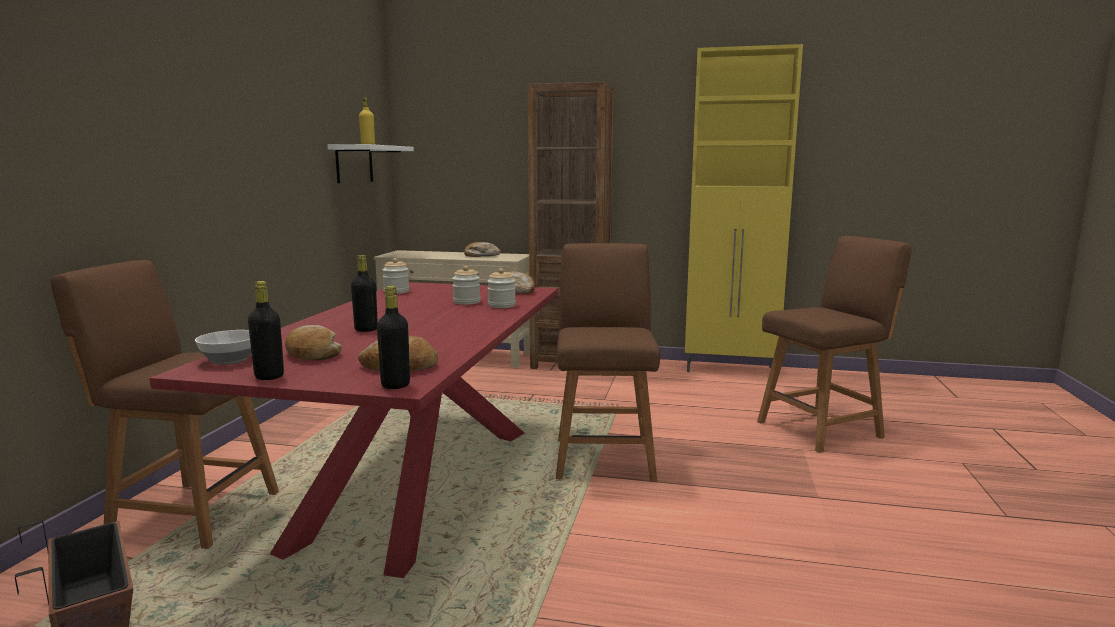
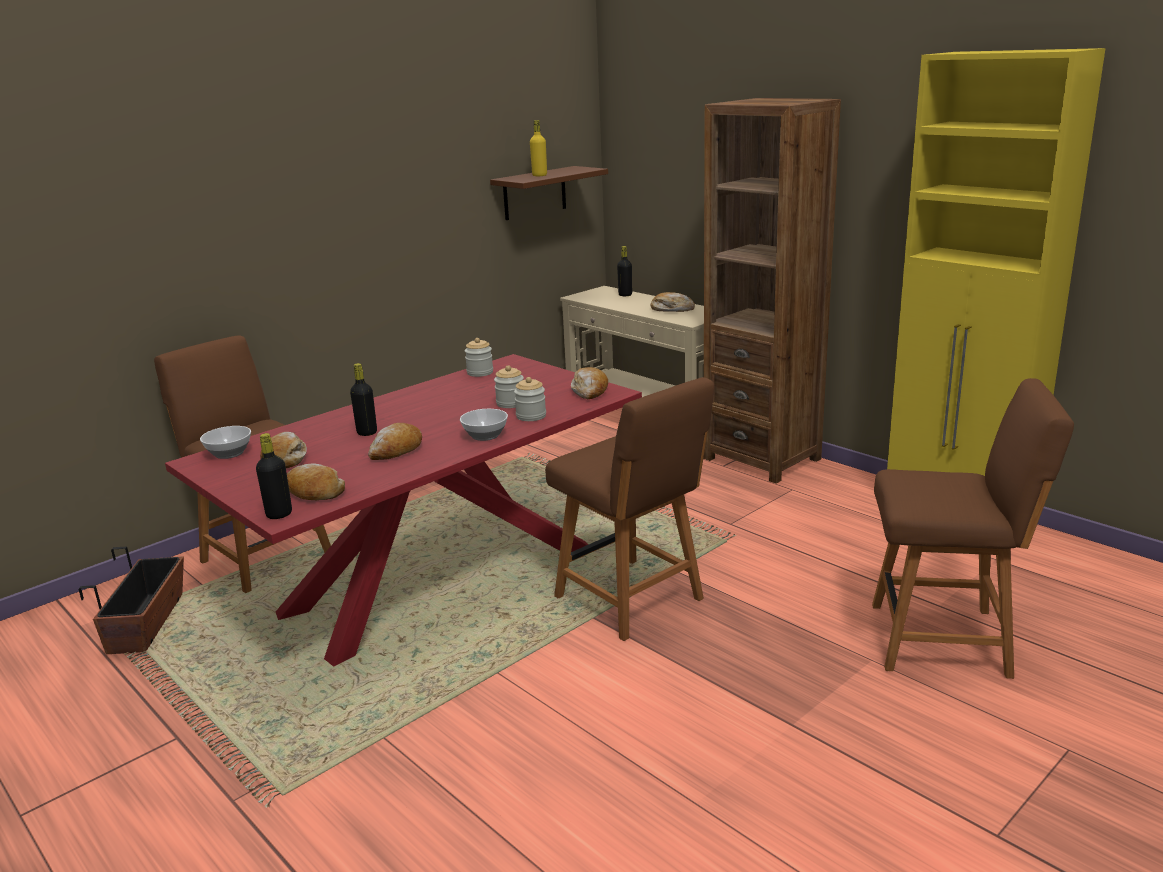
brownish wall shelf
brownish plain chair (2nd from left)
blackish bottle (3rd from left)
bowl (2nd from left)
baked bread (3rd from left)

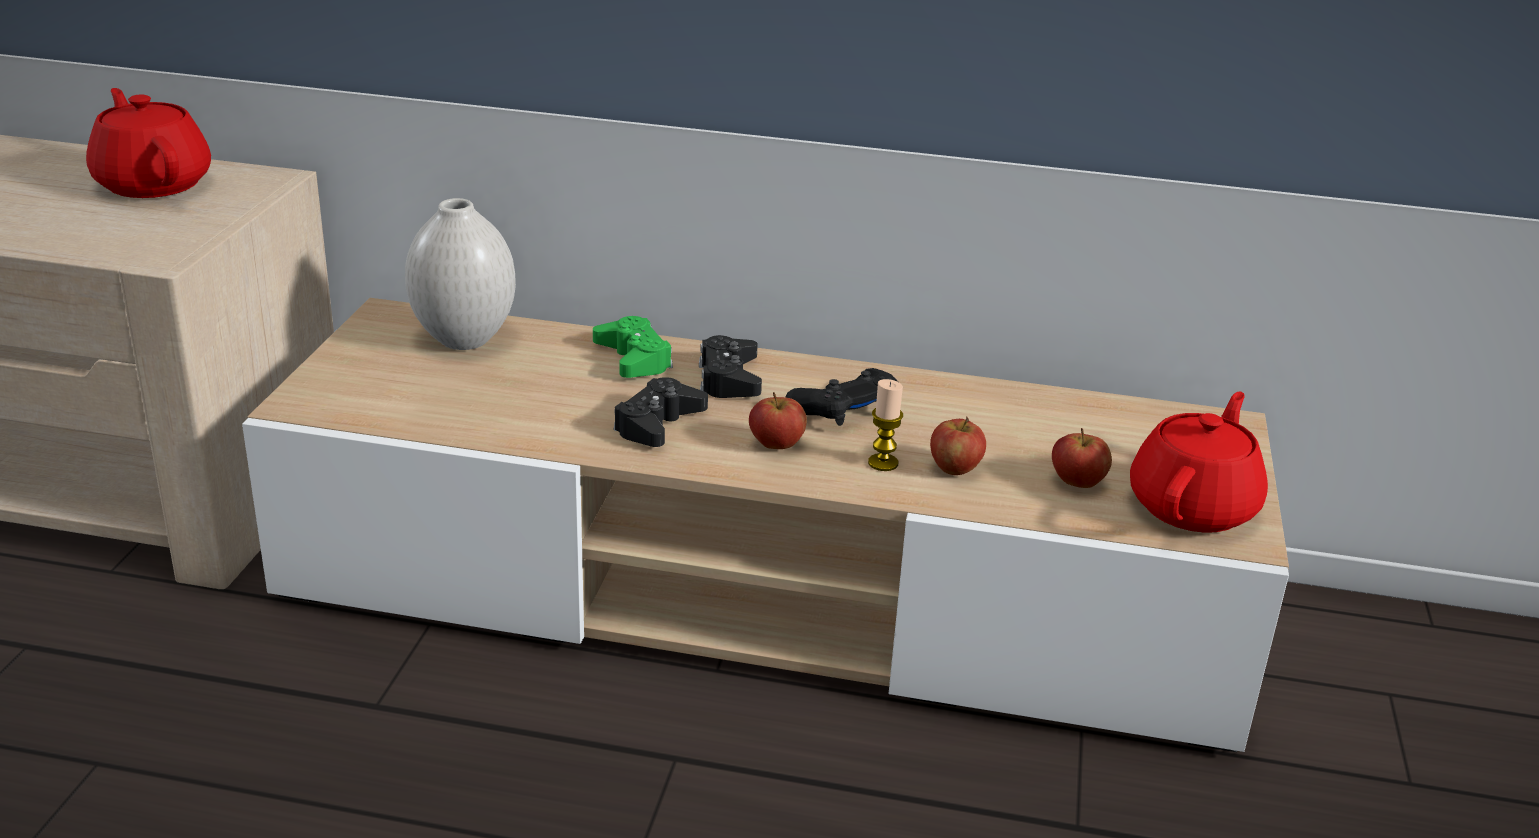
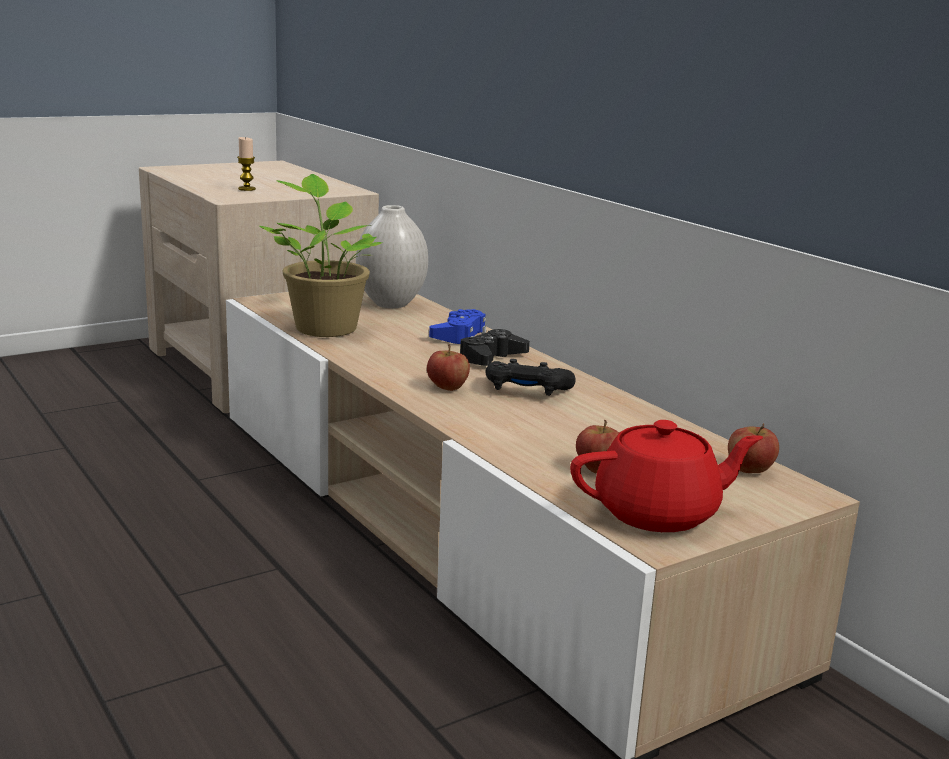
red tea pot (1st from left in the first image)
blue-coloured gamepad
blackish gamepad (1st from left in the first image)
wax light
whole apple (3rd from left)
plant in a pot

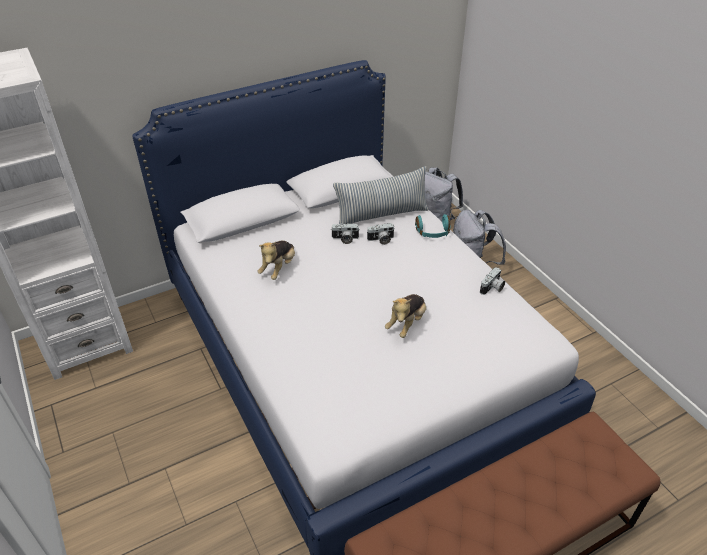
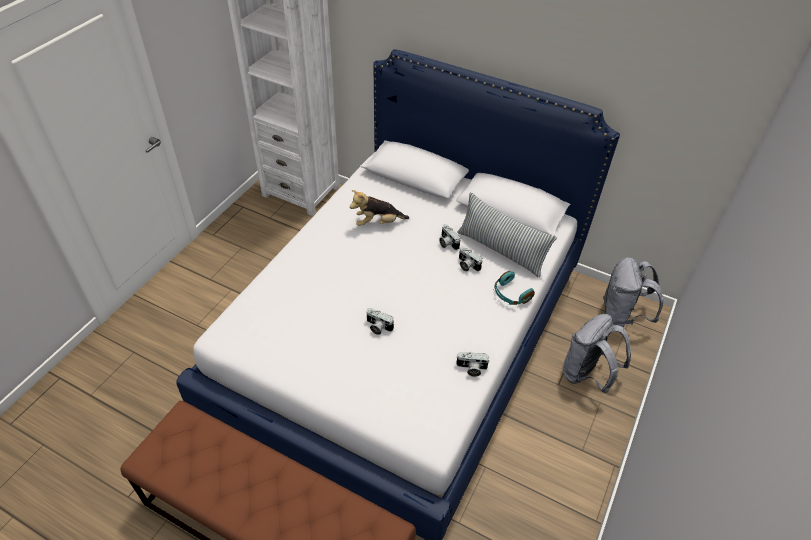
still camera (1st from left)

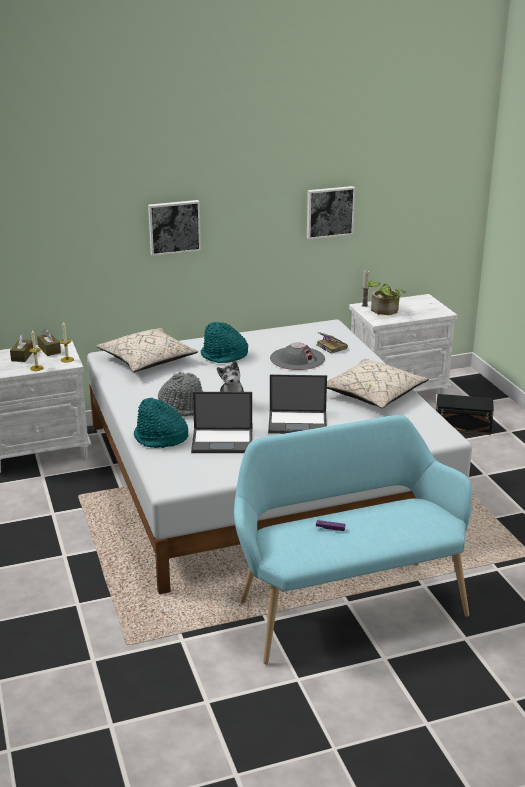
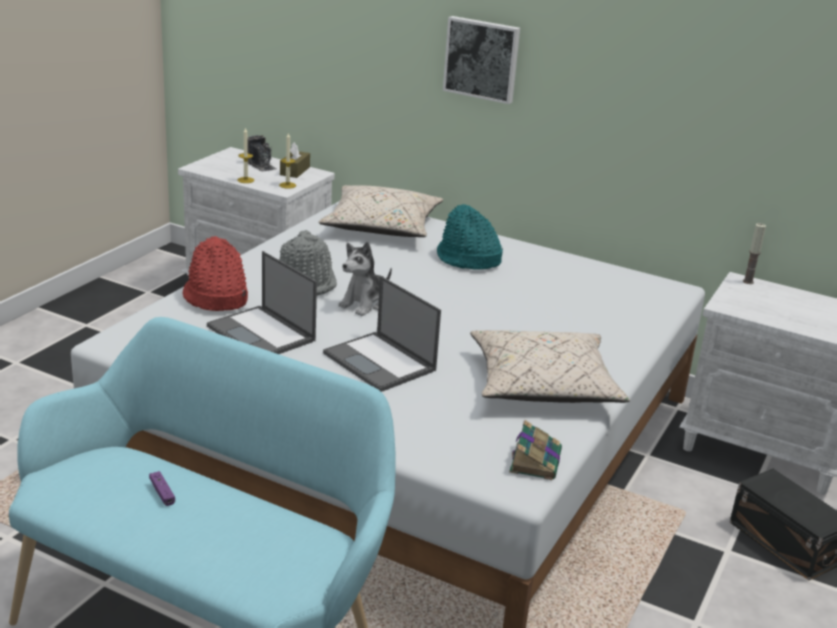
wall art (2nd from left in the first image)
plant in a pot
volume
still camera
gray wearable hat (2nd from left in the first image)
red wearable hat

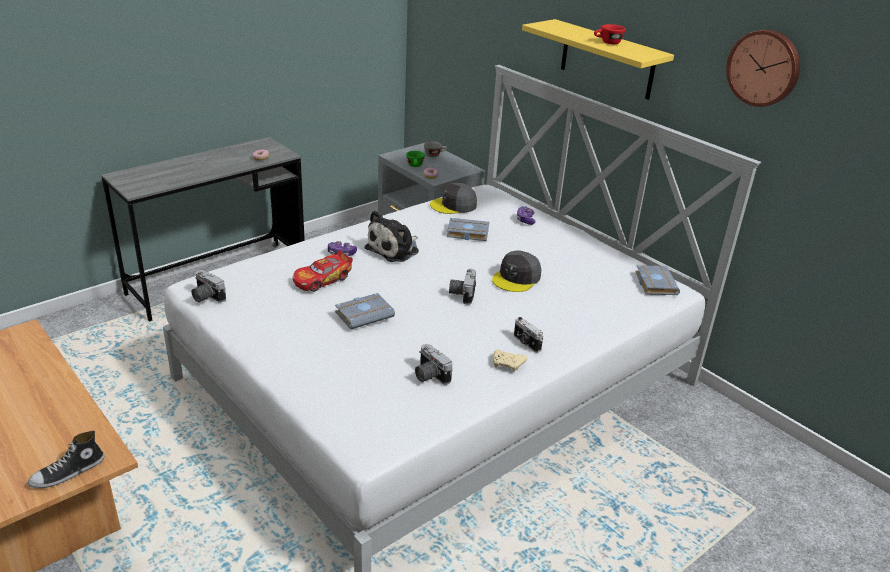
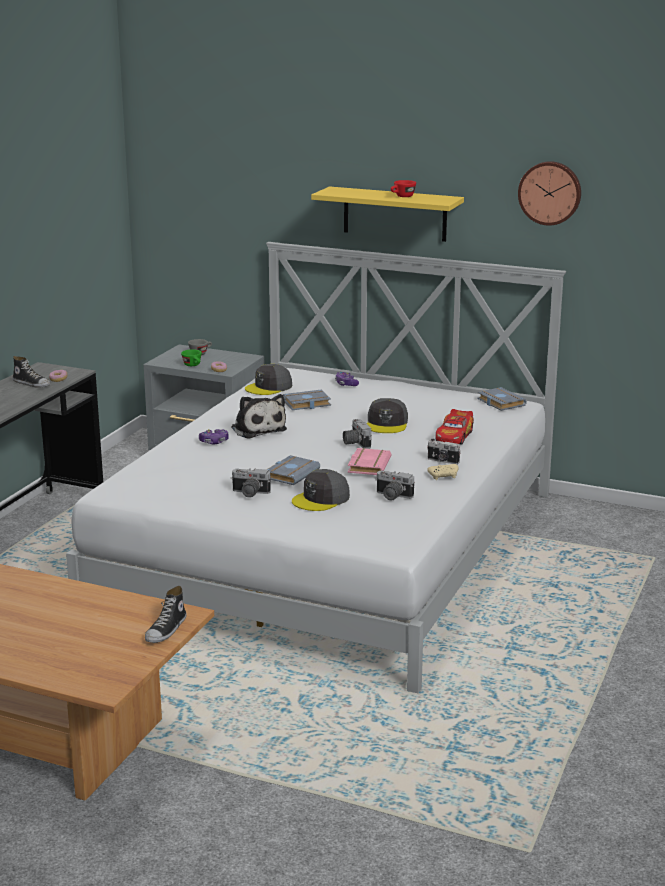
cuddly toy
miniature car
still camera (1st from left)
low shoe (1st from left)
pinkish volume
gray peaked cap (2nd from left)

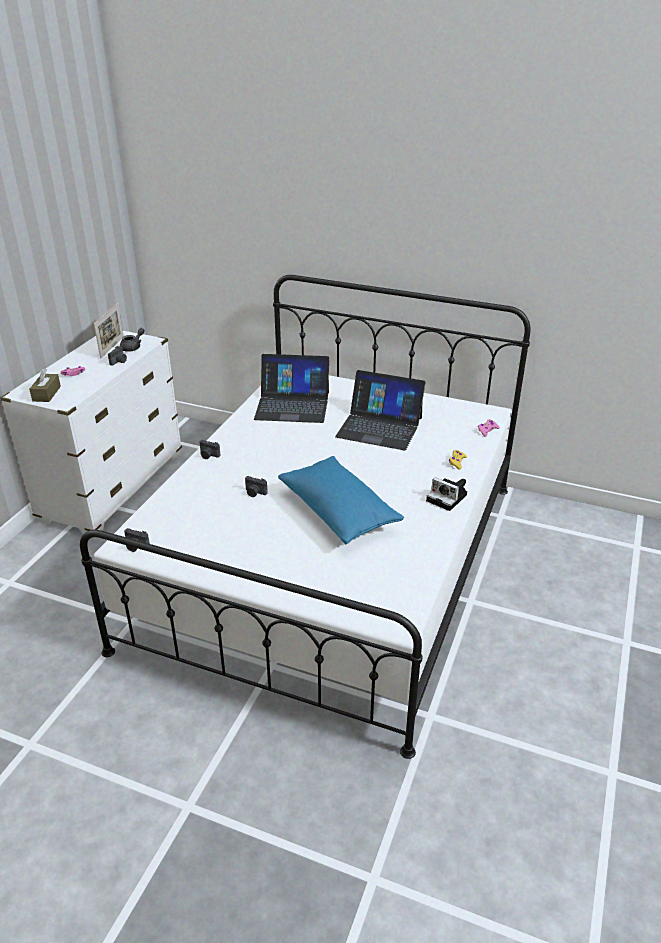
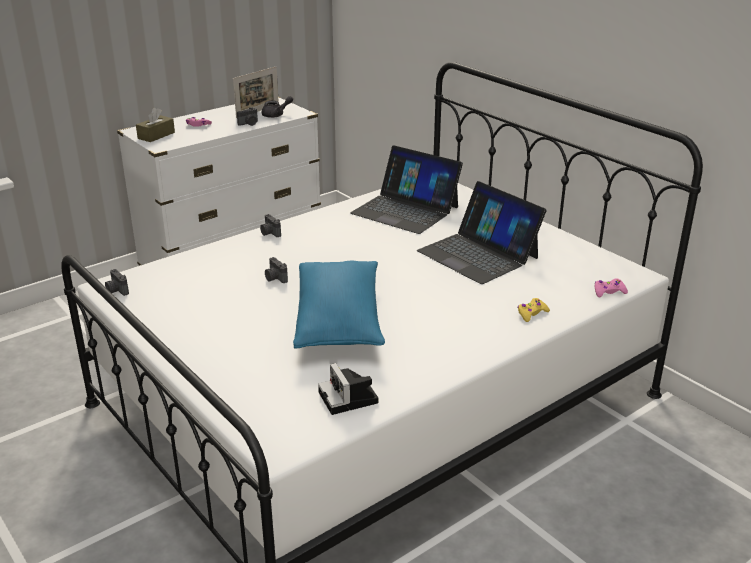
still camera (5th from left)

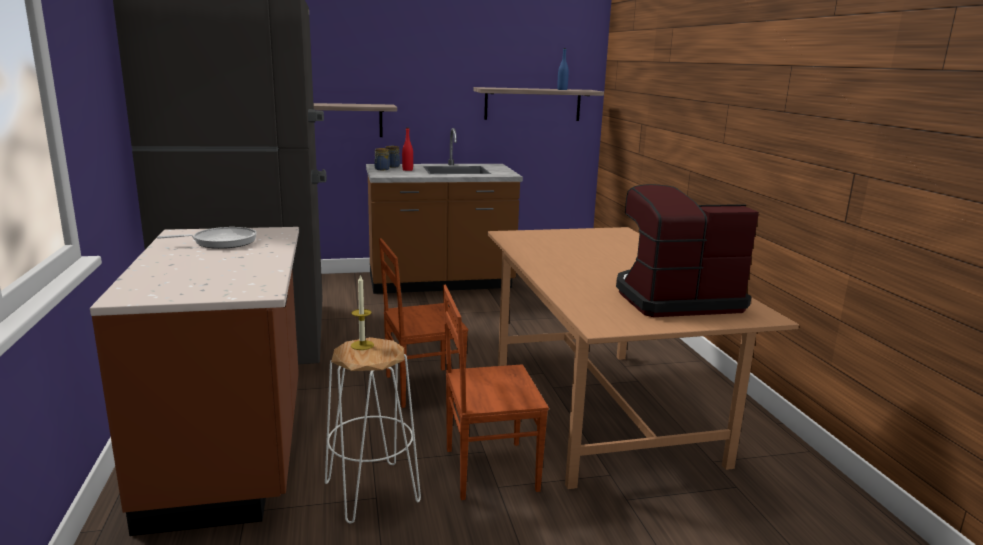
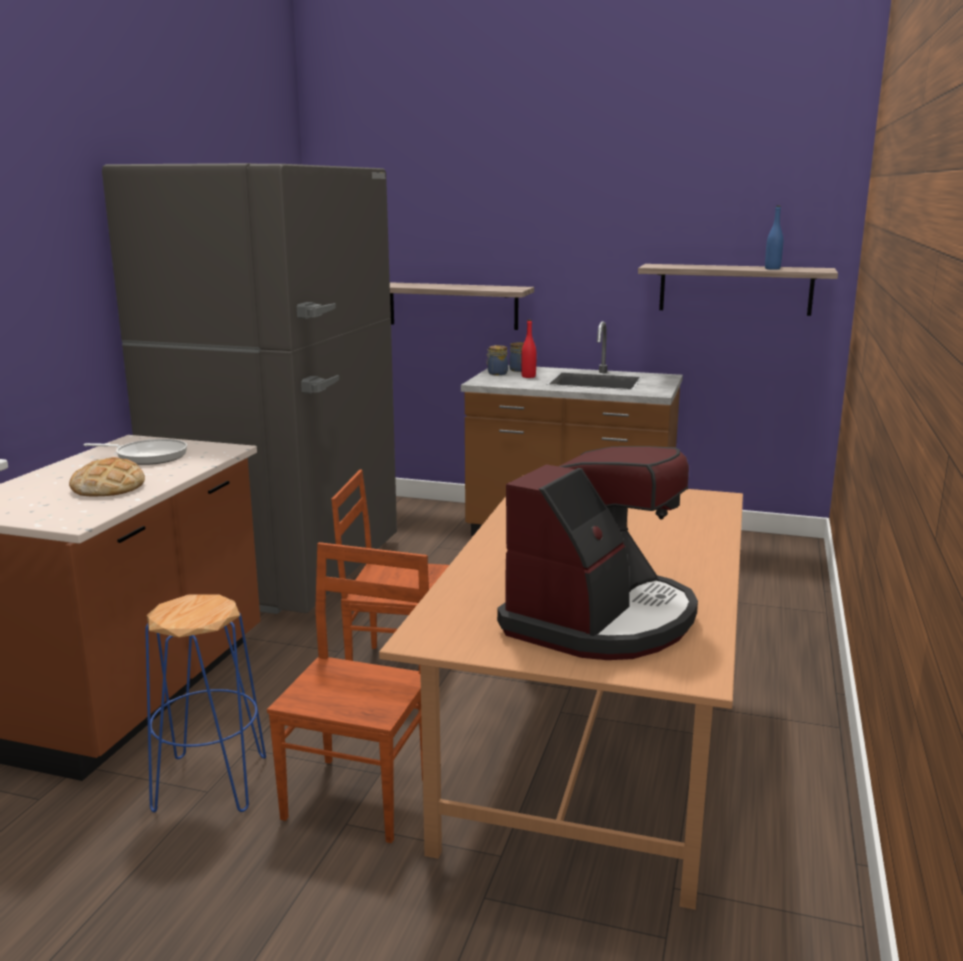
coffee maker
wax light
brownish plain chair (1st from left)
blue-coloured stool
baked bread

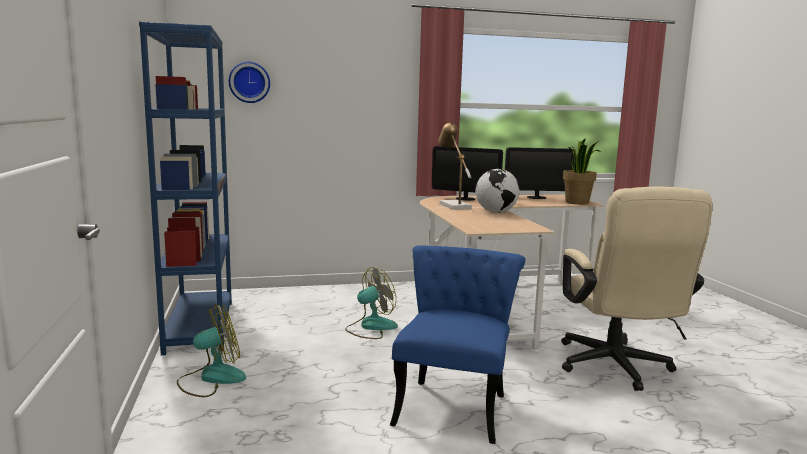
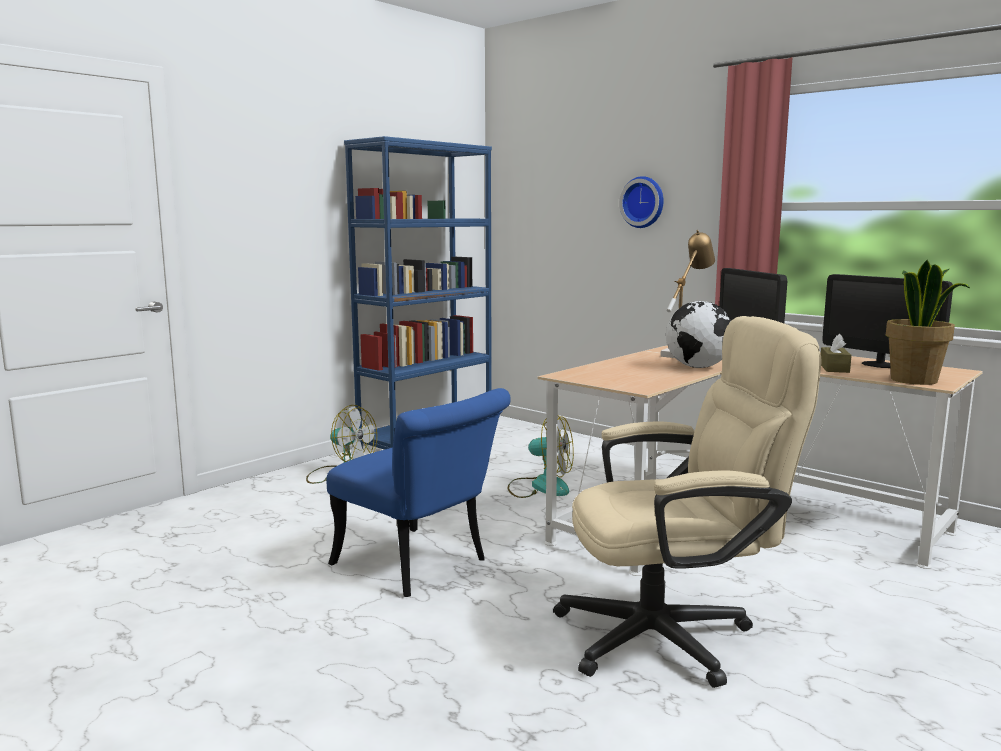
hanging clock
sand-coloured desk chair
blue-coloured plain chair
brownish tissue holder

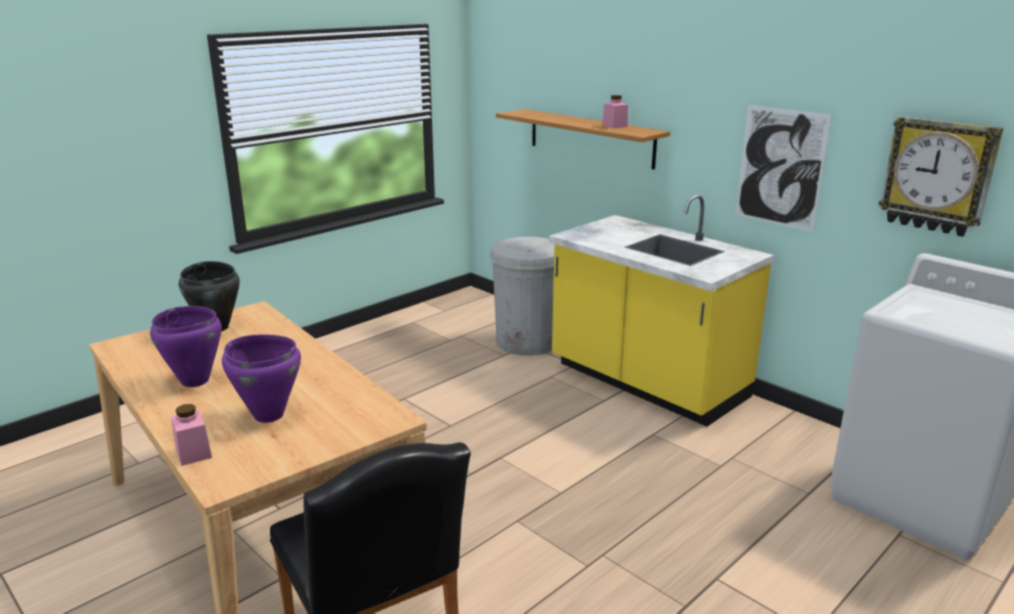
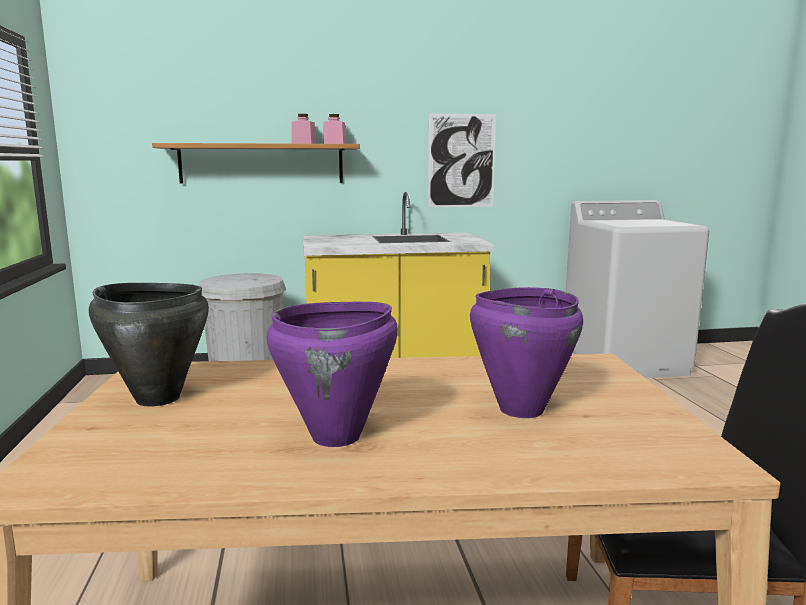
hanging clock
pinkish jar (2nd from left)

